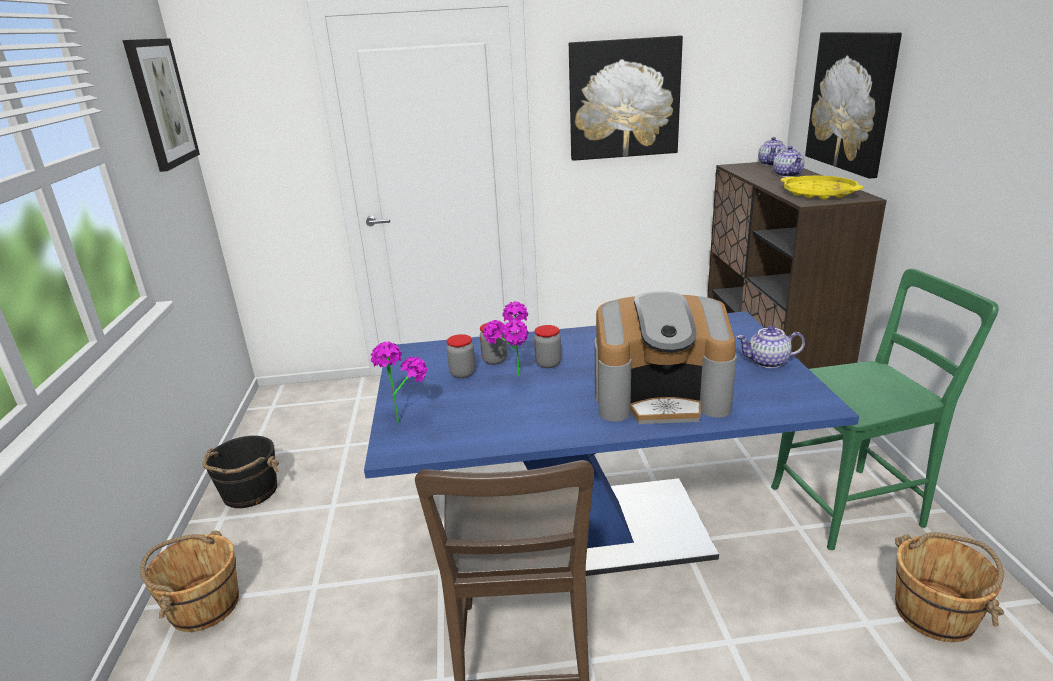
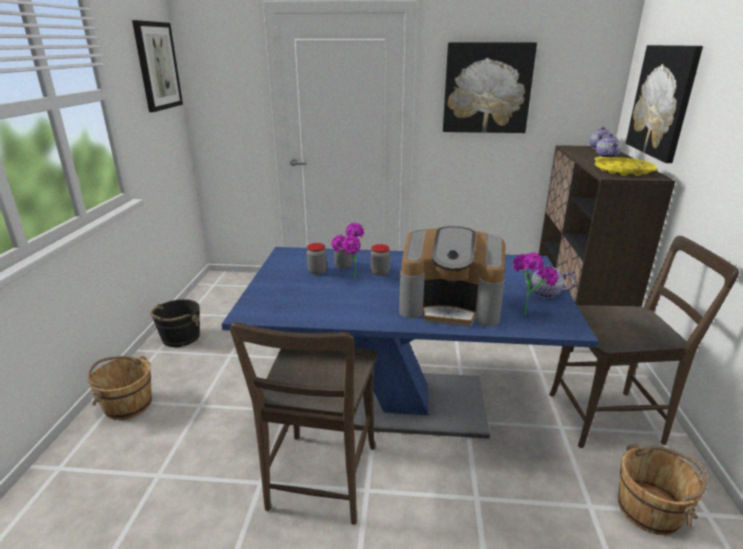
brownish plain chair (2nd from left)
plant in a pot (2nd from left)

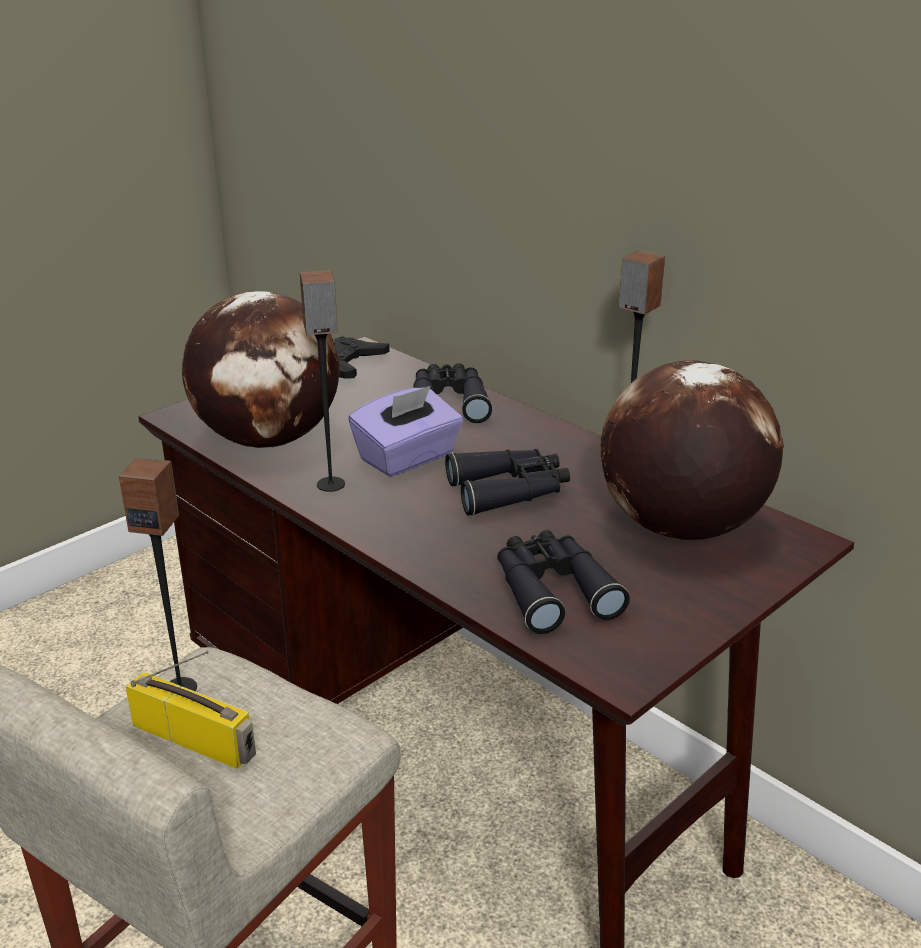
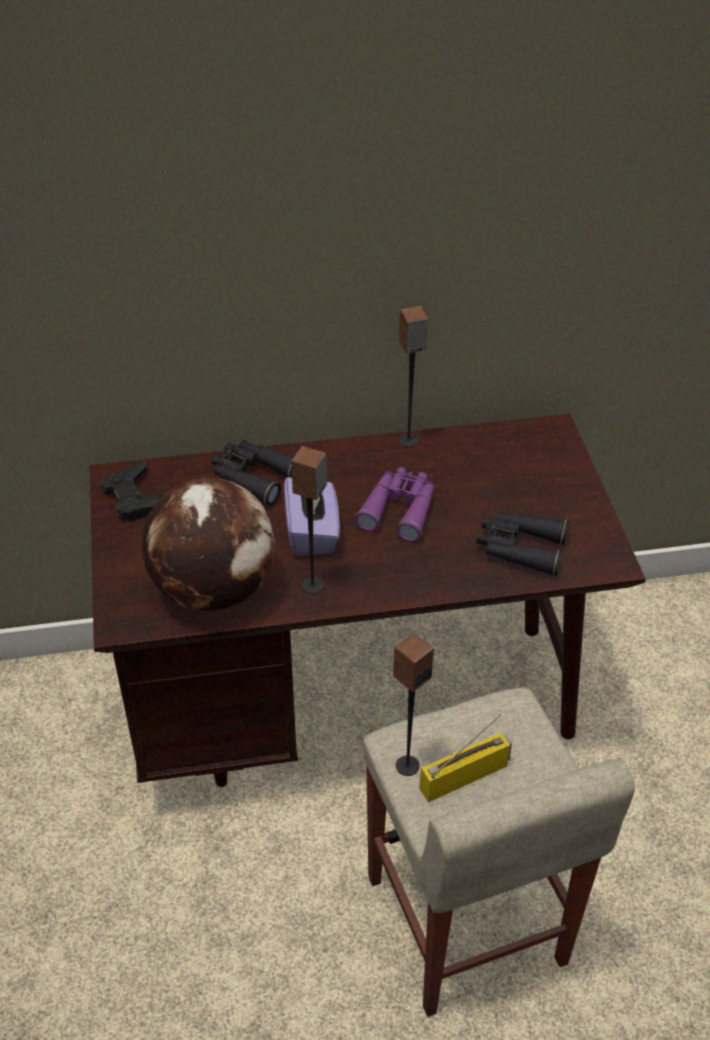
globe (2nd from left in the first image)
purplish binoculars

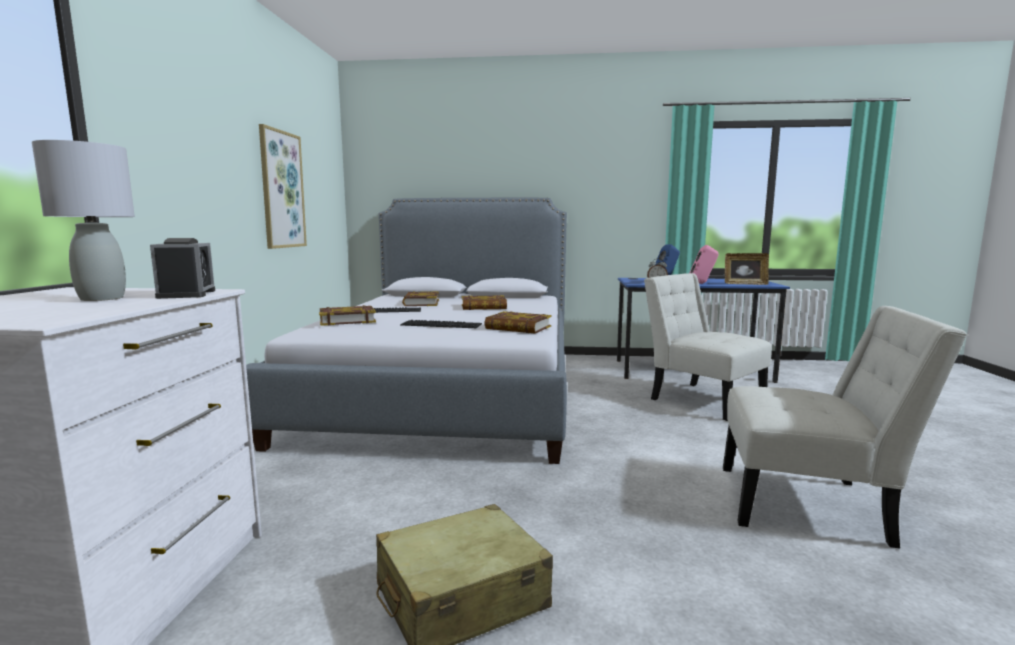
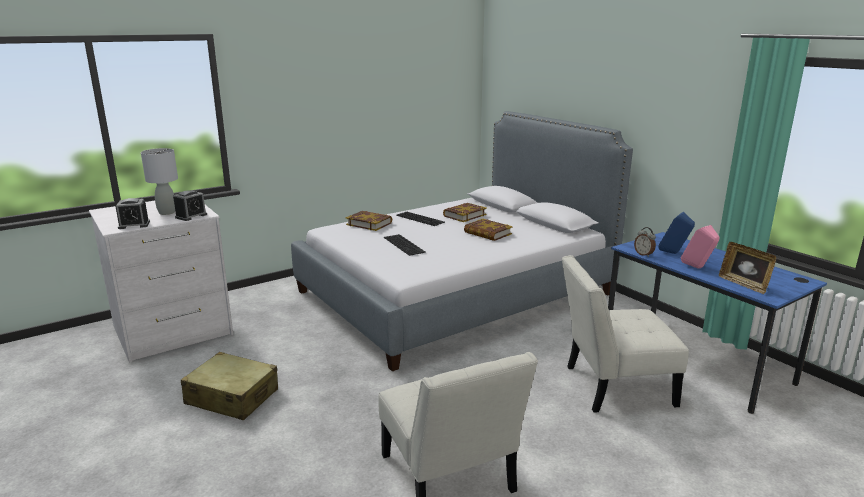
wall art
white plain chair (2nd from left)
volume (4th from left in the first image)
table clock (1st from left)

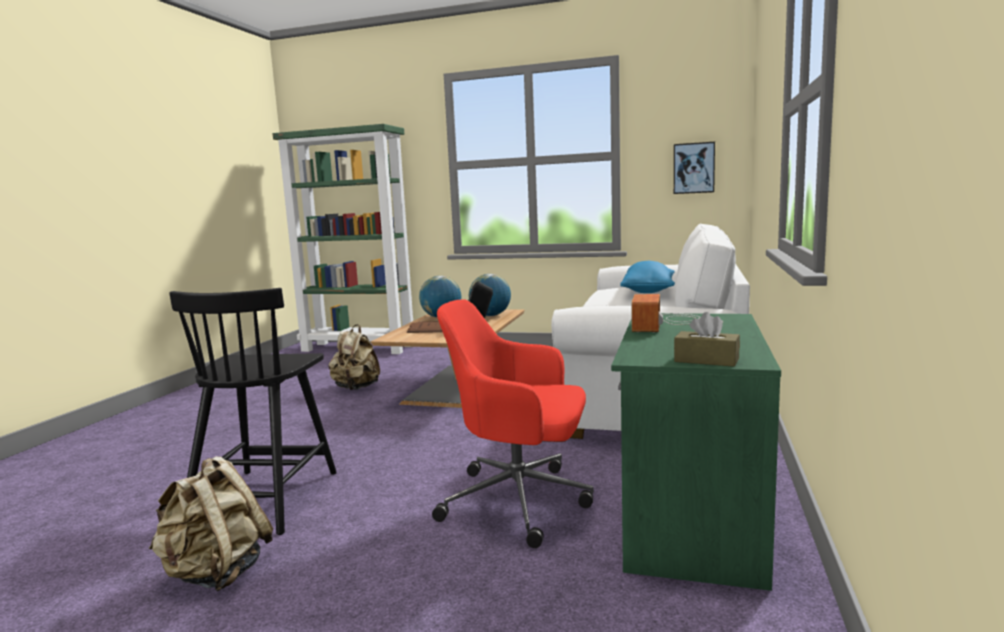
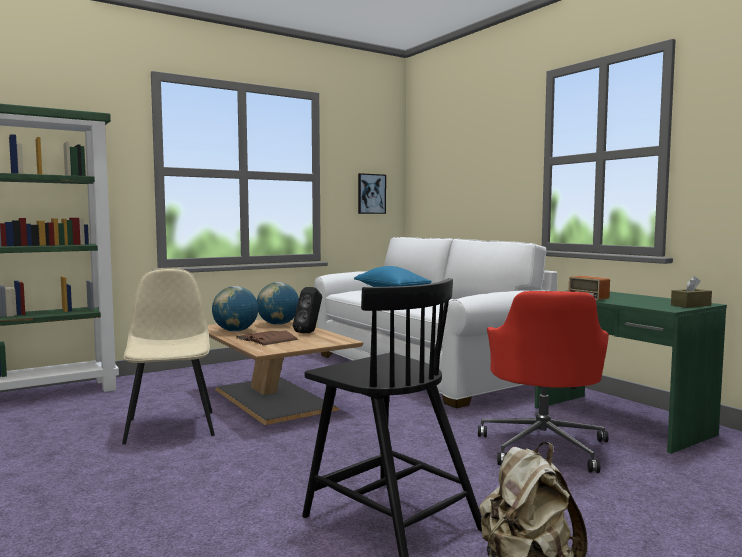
red desk chair
sand-coloured plain chair

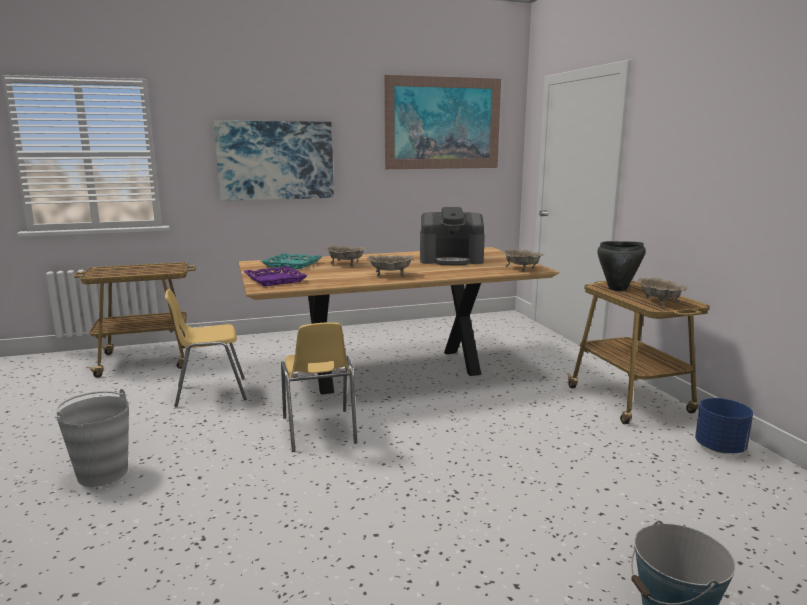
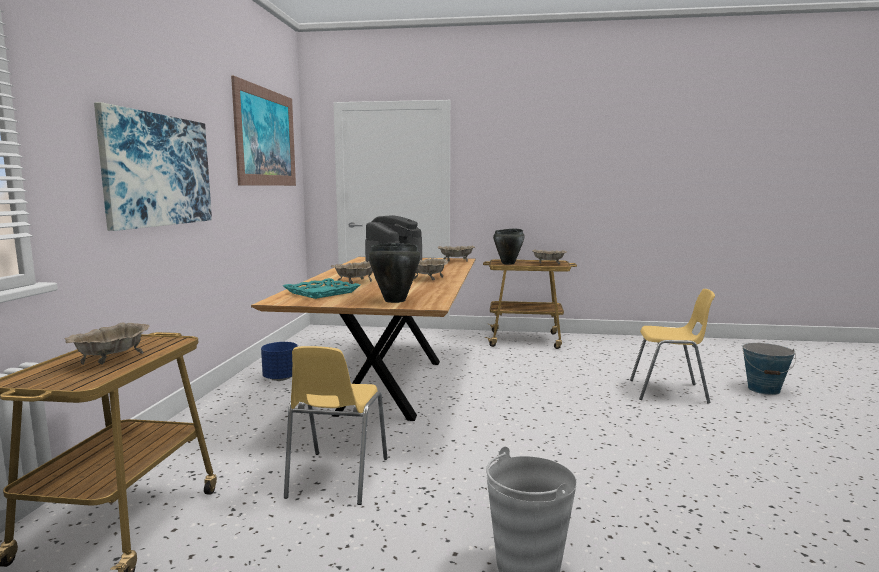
blackish saucepot (1st from left)
yellow plain chair (2nd from left)
blue-coloured flower pot
sand-coloured bowl (1st from left)

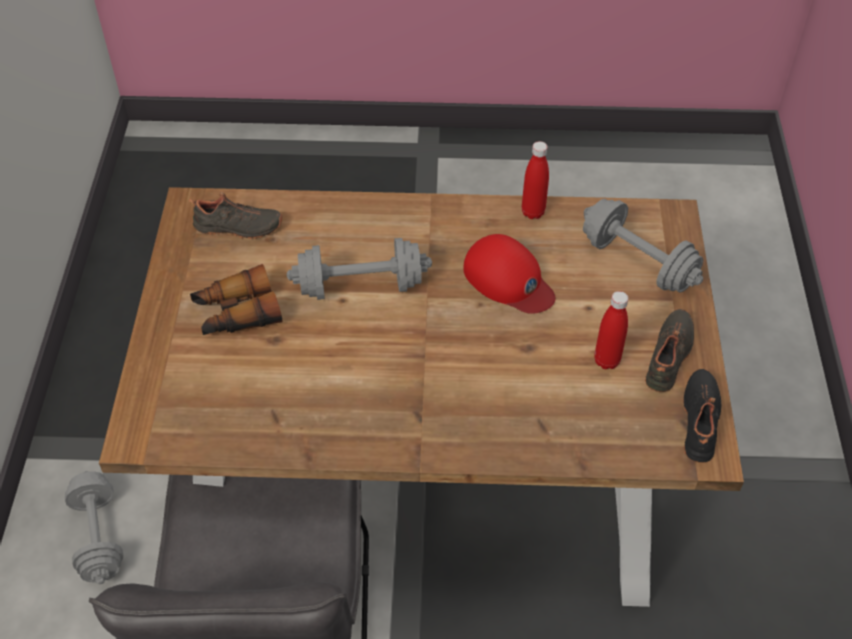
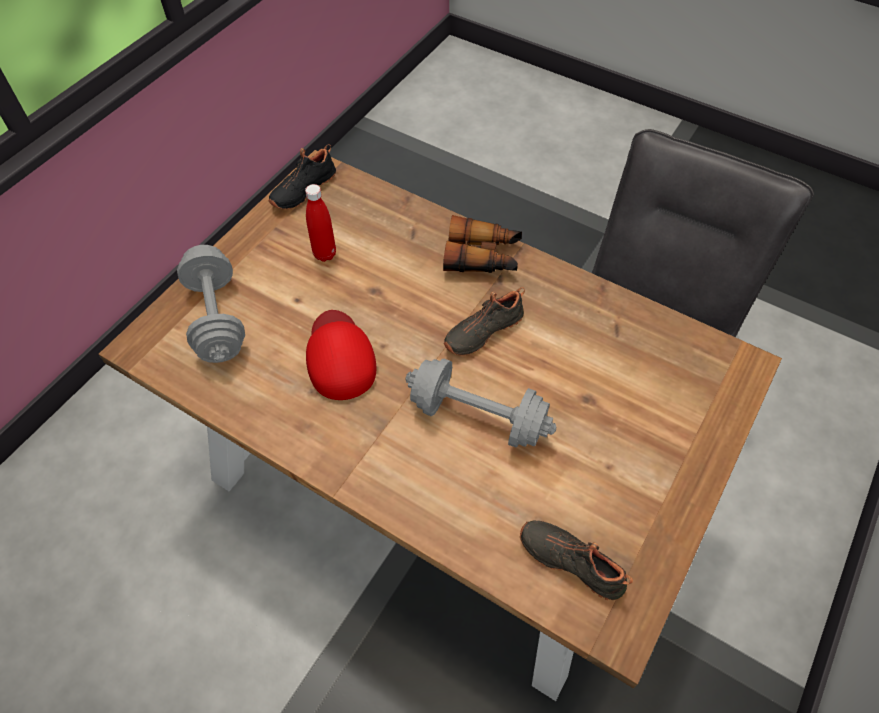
red bottle (1st from left in the first image)
binoculars
blackish low shoe (2nd from left)
gray free weight (1st from left in the first image)

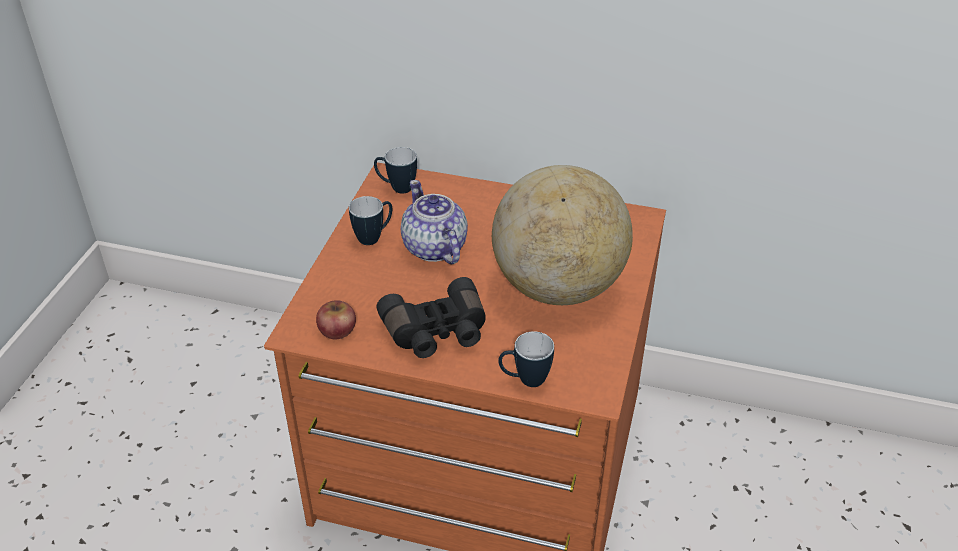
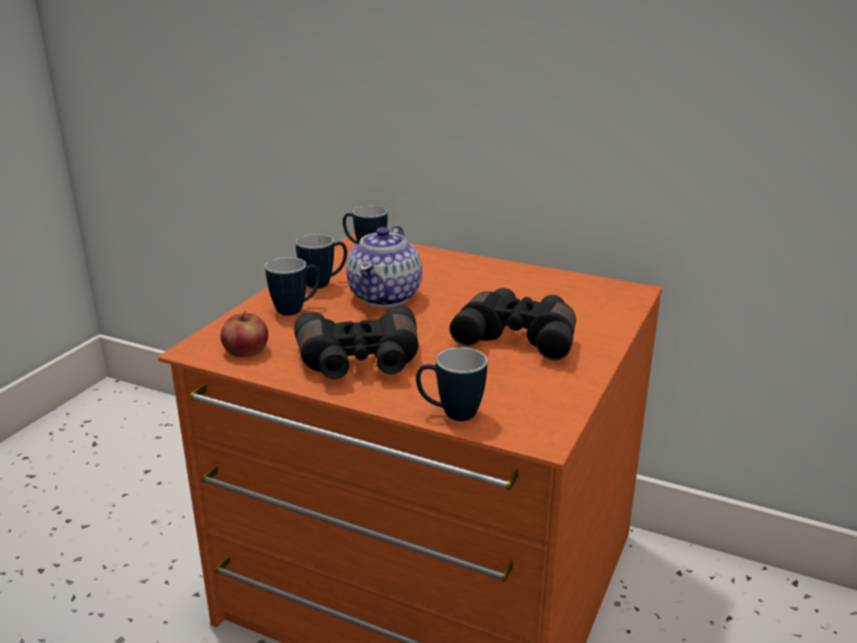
blackish binoculars (2nd from left)
tea pot
mug (1st from left)

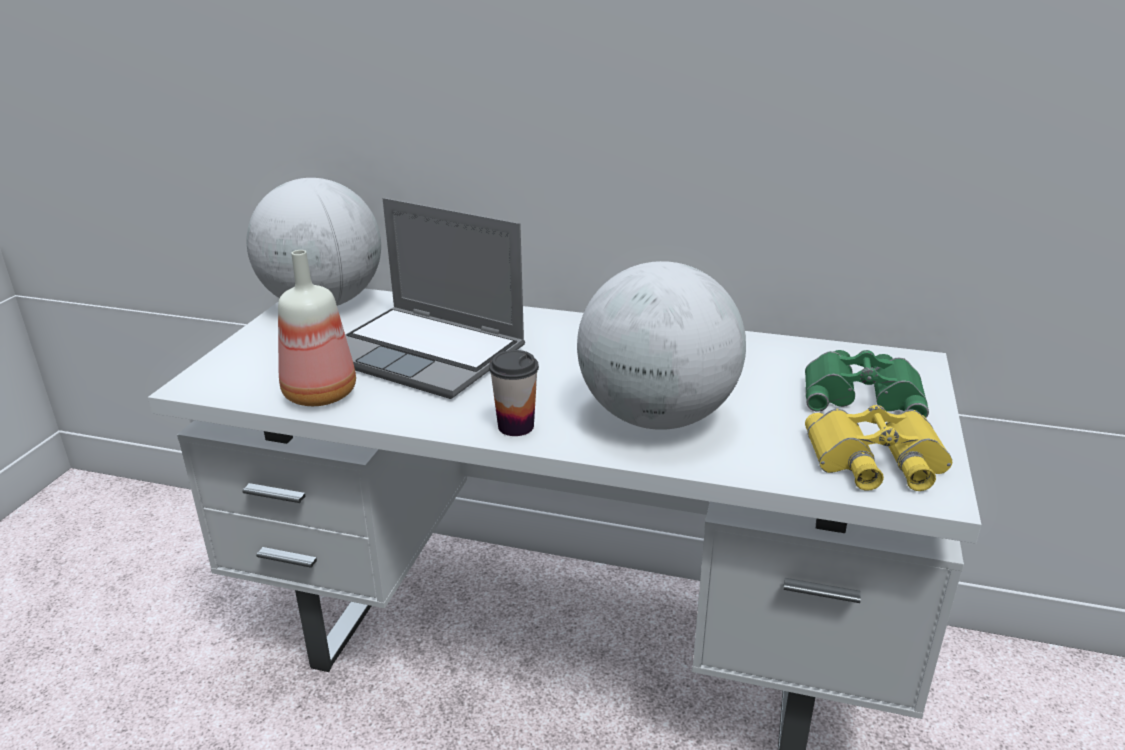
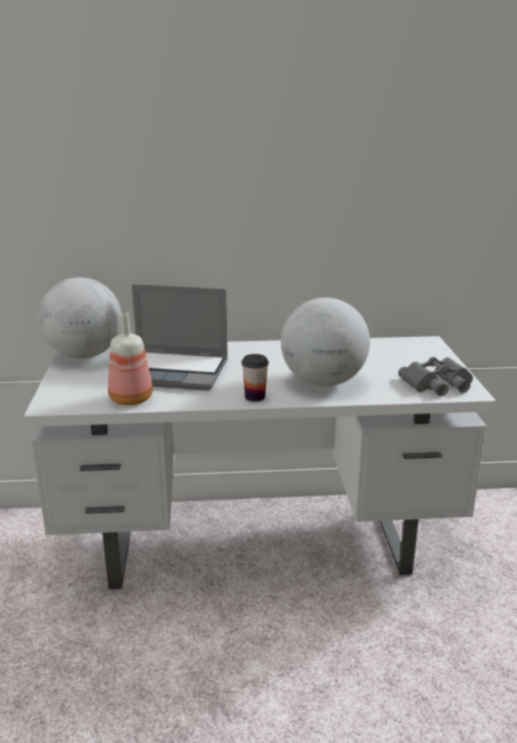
greenish binoculars
gray binoculars

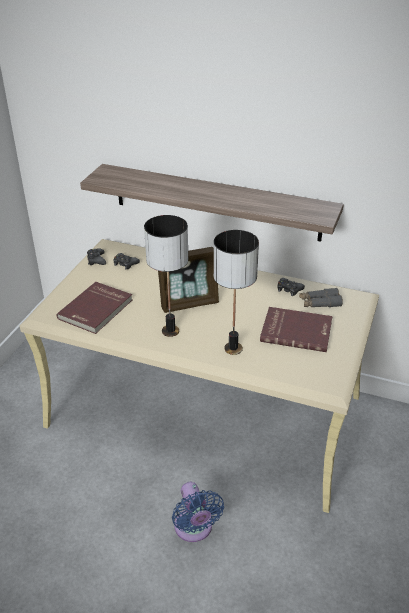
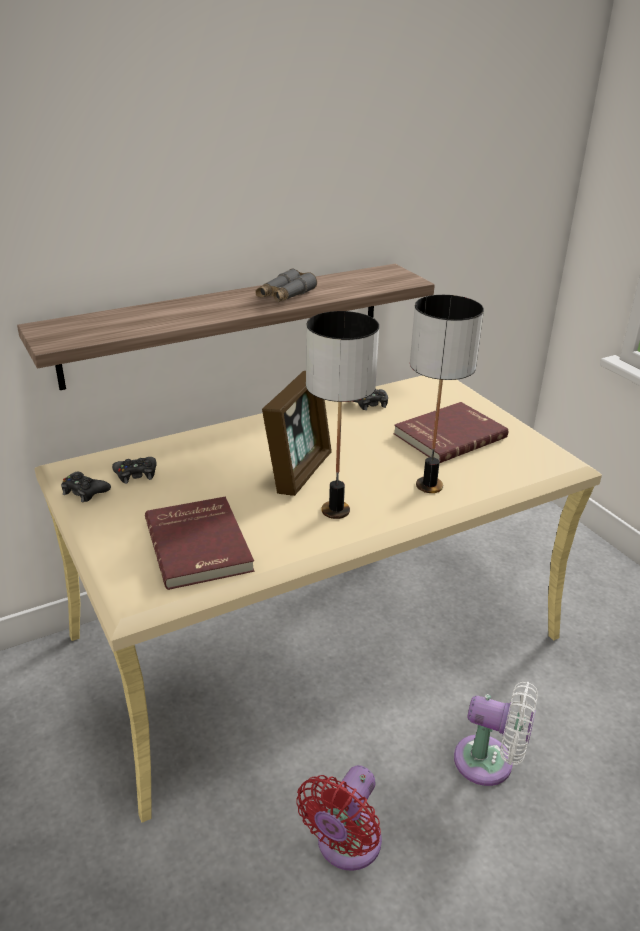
gray binoculars
white fan
red fan

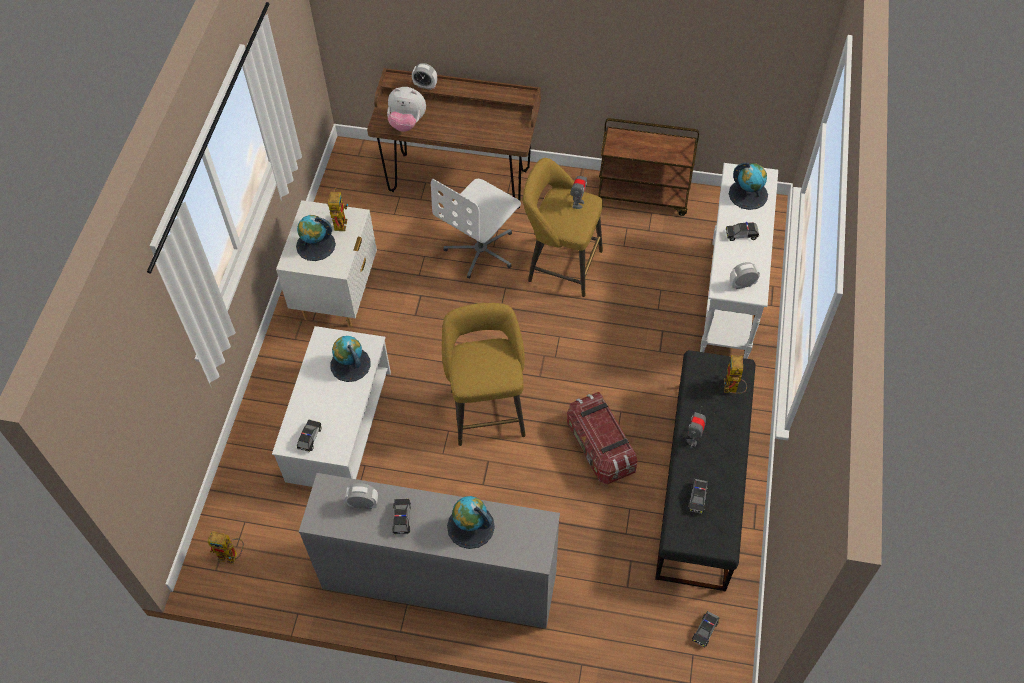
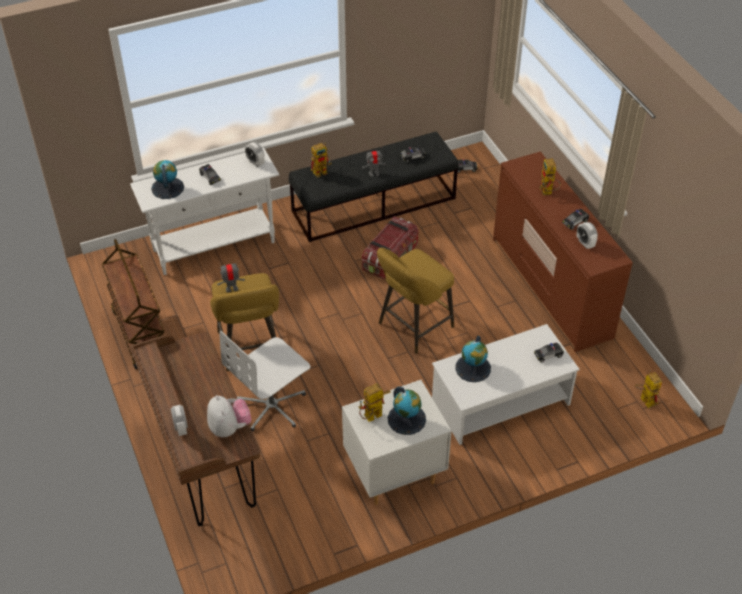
white desk chair
brownish drawer chest
model robot (5th from left)

